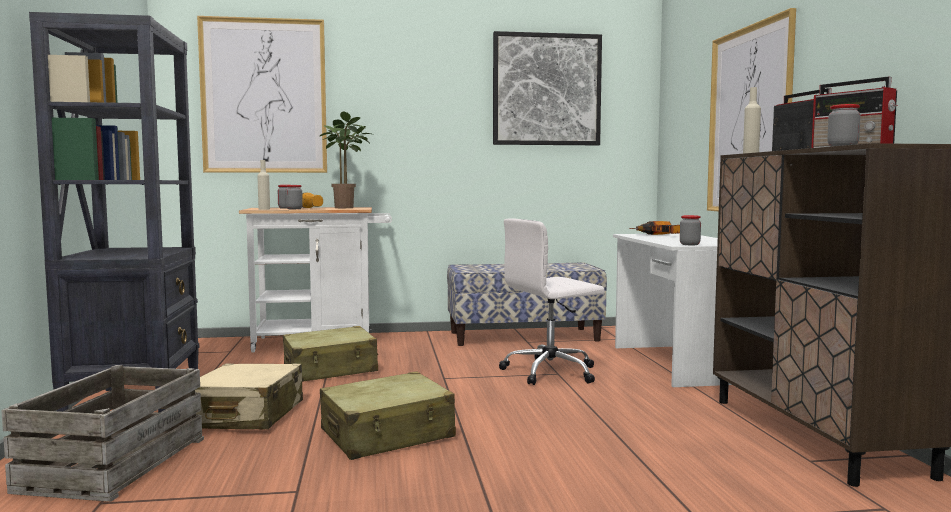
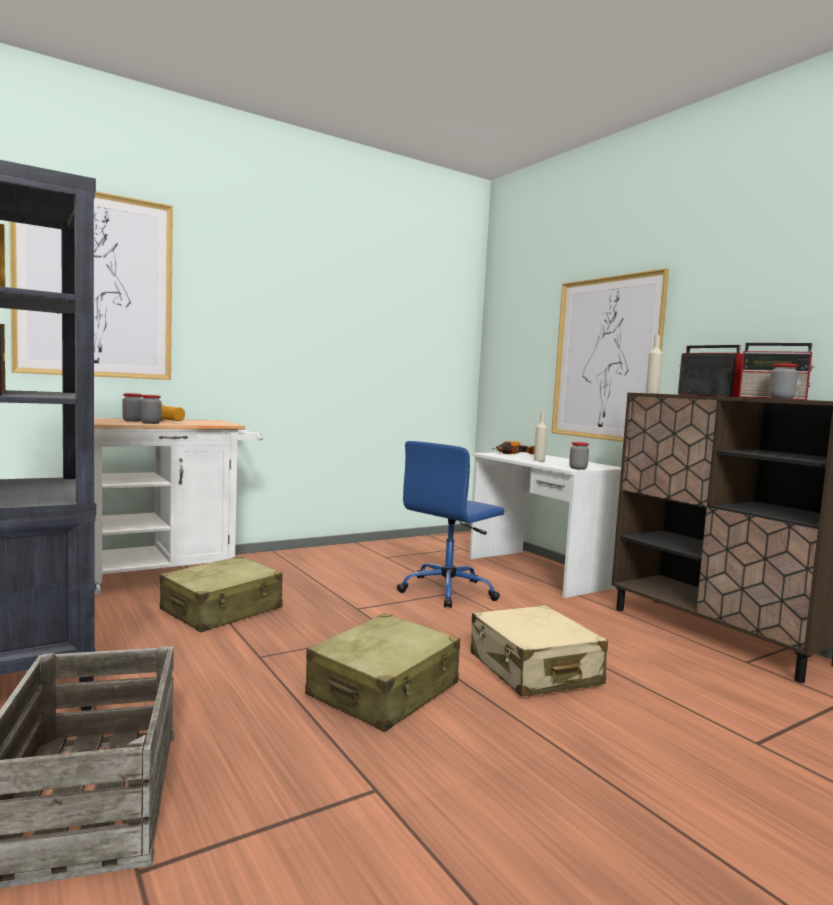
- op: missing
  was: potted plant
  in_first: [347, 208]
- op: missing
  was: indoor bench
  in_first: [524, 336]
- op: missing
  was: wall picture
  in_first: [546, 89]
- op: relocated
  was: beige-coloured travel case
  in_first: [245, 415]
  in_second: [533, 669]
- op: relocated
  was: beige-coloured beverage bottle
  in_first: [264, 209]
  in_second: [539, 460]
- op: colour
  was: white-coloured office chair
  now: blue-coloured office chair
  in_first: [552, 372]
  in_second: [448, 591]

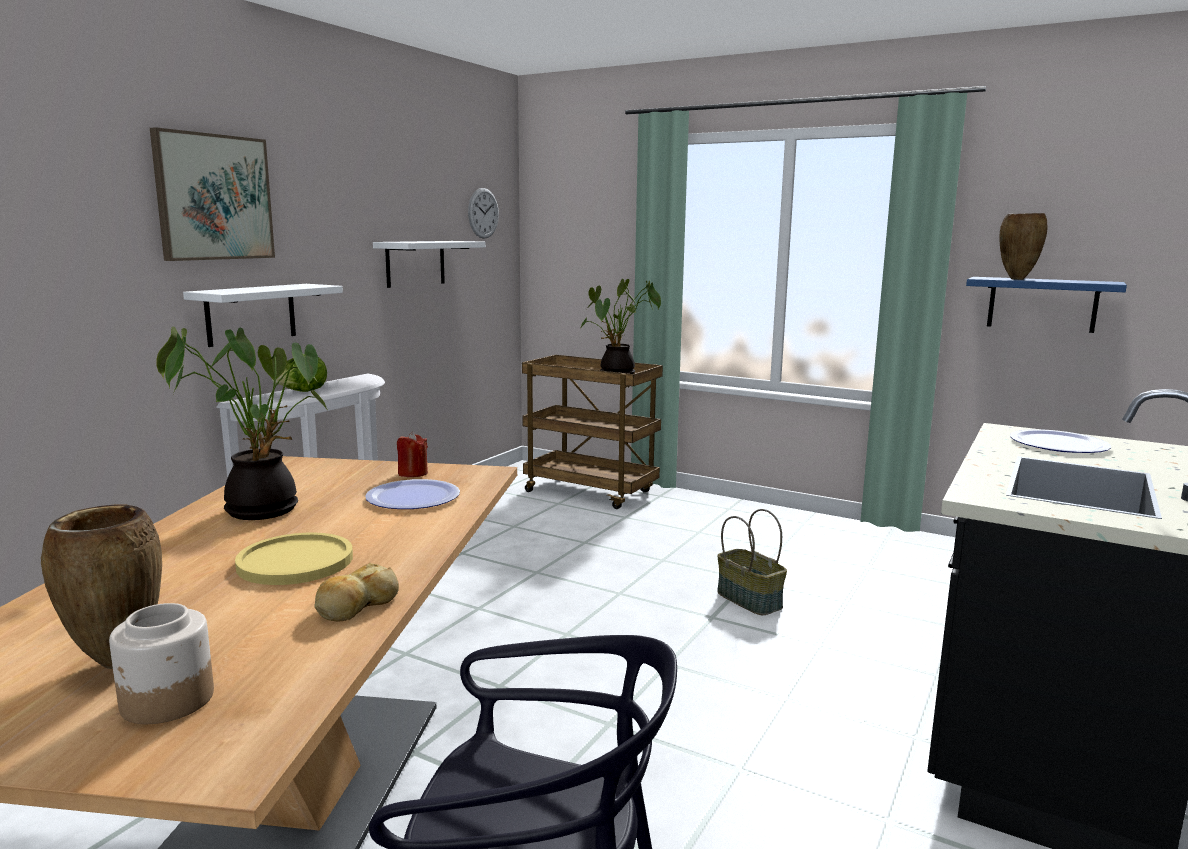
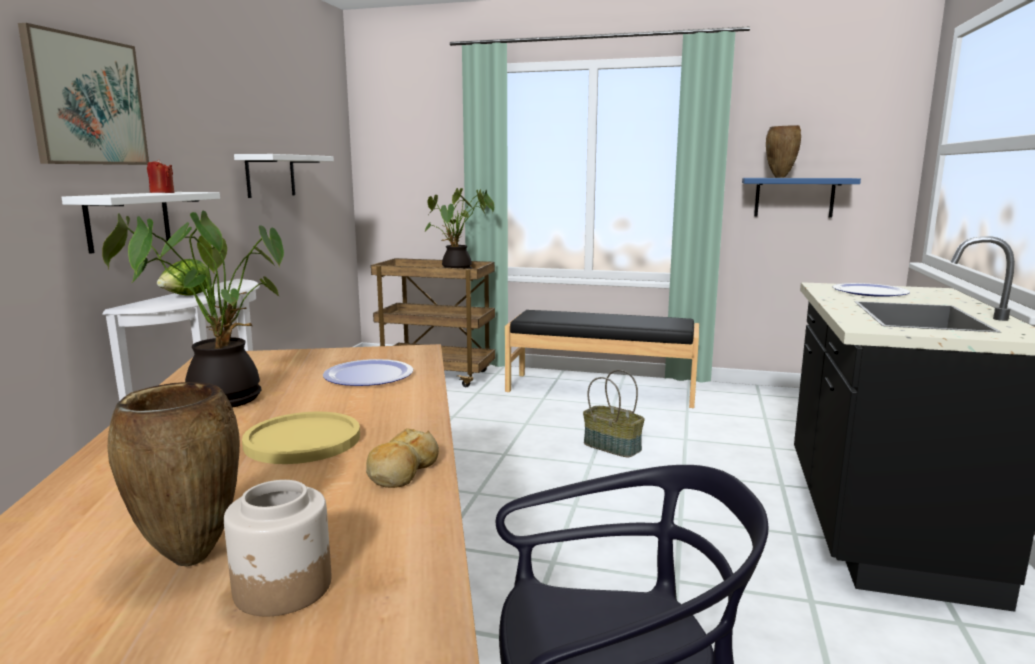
- op: missing
  was: hanging clock
  in_first: [483, 213]
- op: appeared
  now: black-coloured indoor bench
  in_second: [601, 389]
- op: relocated
  was: red wax light
  in_first: [413, 473]
  in_second: [162, 193]

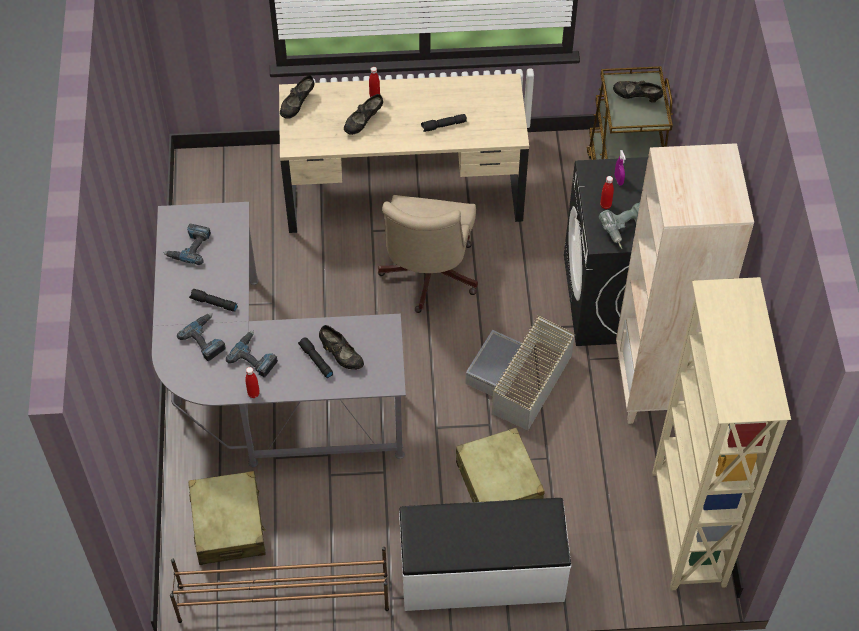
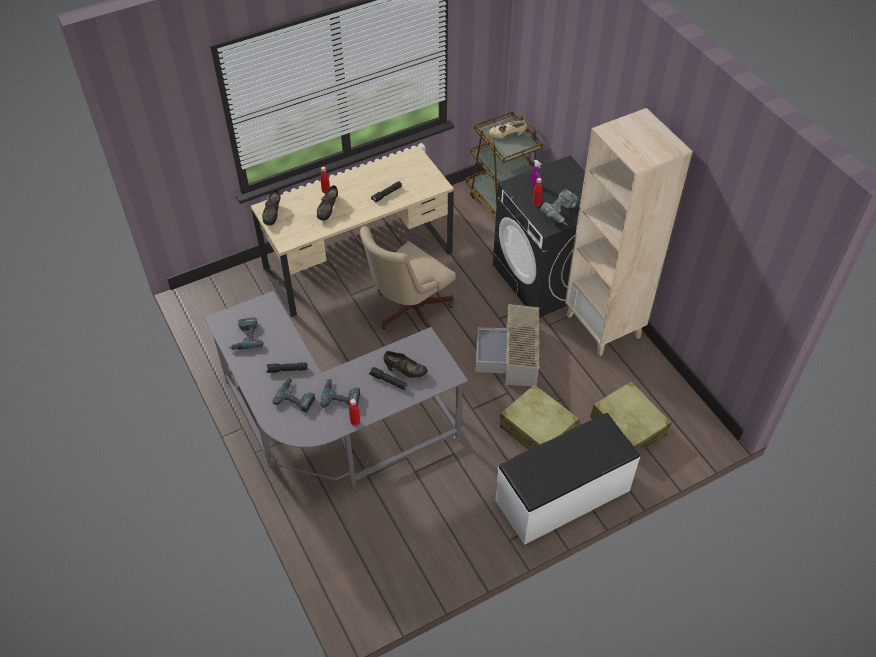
- op: missing
  was: brownish shoe rack
  in_first: [282, 597]
- op: missing
  was: beige-coloured bookshelf
  in_first: [687, 529]
- op: relocated
  was: beige-coloured travel case
  in_first: [228, 524]
  in_second: [628, 426]
- op: colour
  was: black-coloured shoe
  now: beige-coloured shoe
  in_first: [636, 97]
  in_second: [507, 135]
- op: spun
  was: beige-coloured office chair
  in_first: [427, 278]
  in_second: [408, 312]
  clockwise: 60

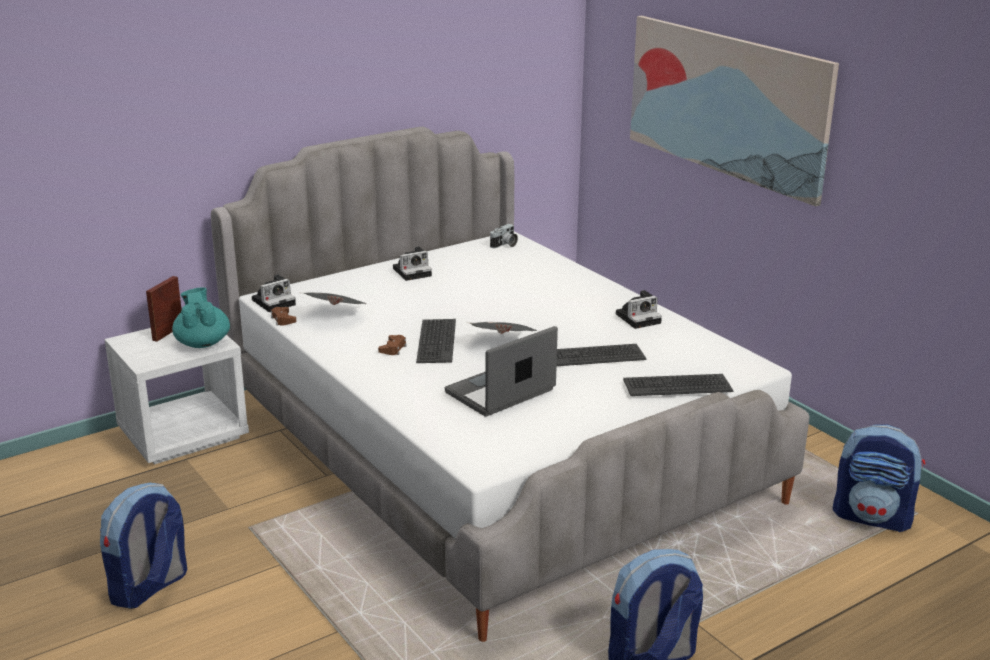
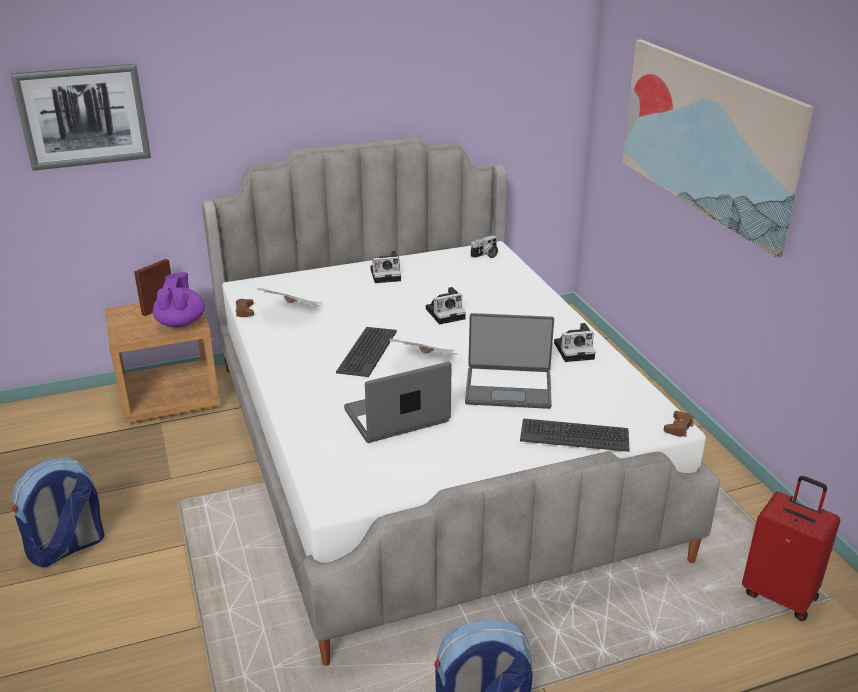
- op: appeared
  now: wall picture
  in_second: [83, 116]
- op: relocated
  was: photo camera
  in_first: [275, 302]
  in_second: [446, 313]
- op: relocated
  was: brownish joypad
  in_first: [393, 348]
  in_second: [678, 427]
- op: exchanged
  was: PC keyboard
  now: notebook computer
  in_first: [593, 356]
  in_second: [508, 388]
- op: exchanged
  was: backpack
  now: red travel case
  in_first: [873, 517]
  in_second: [780, 594]
- op: colour
  was: white-coloured bedside table
  now: brownish bedside table
  in_first: [183, 434]
  in_second: [170, 397]
- op: colour
  was: turquoise-coloured tea pot
  now: purplish tea pot
  in_first: [202, 343]
  in_second: [181, 322]

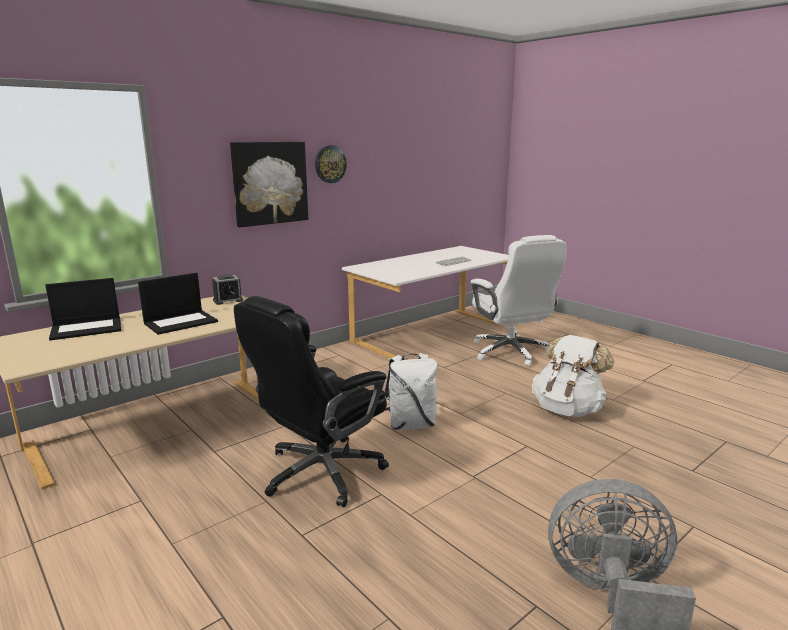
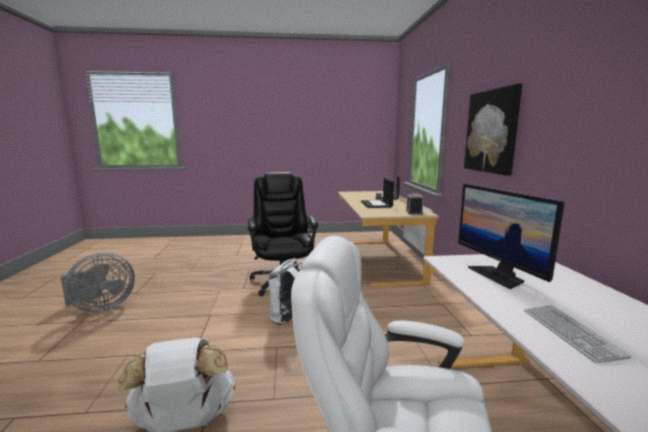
- op: missing
  was: hanging clock
  in_first: [330, 164]
- op: appeared
  now: computer screen
  in_second: [499, 276]

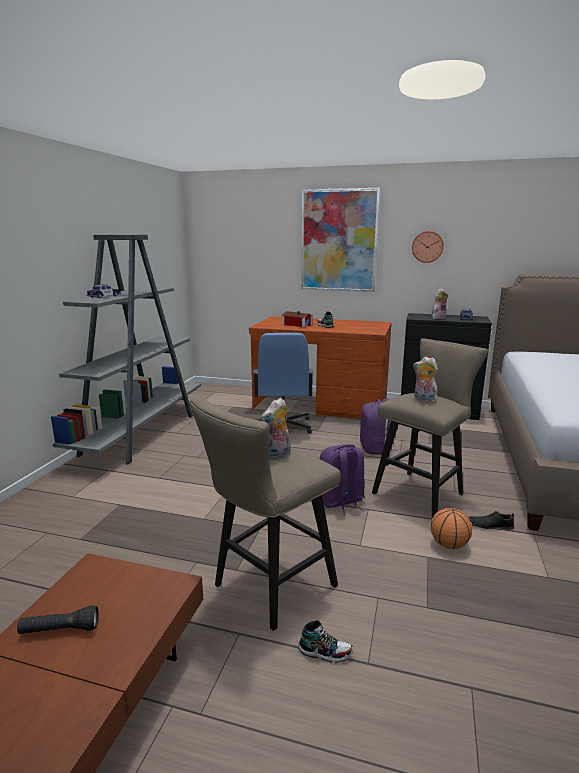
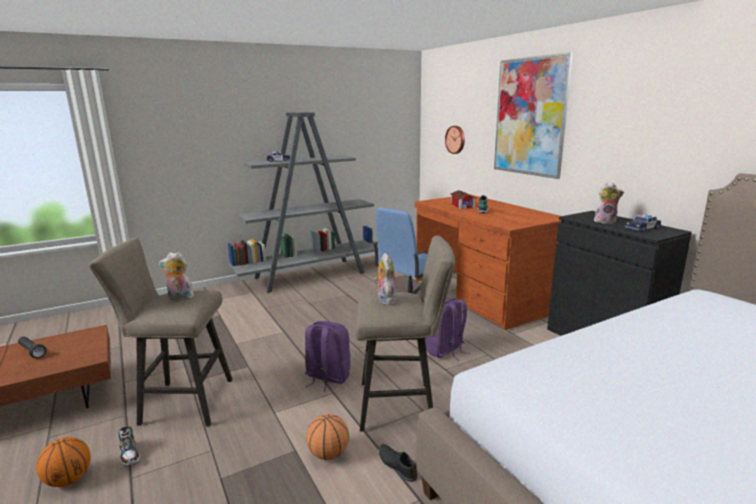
- op: appeared
  now: ball for basketball
  in_second: [68, 480]
- op: relocated
  was: hanging clock
  in_first: [427, 246]
  in_second: [455, 139]

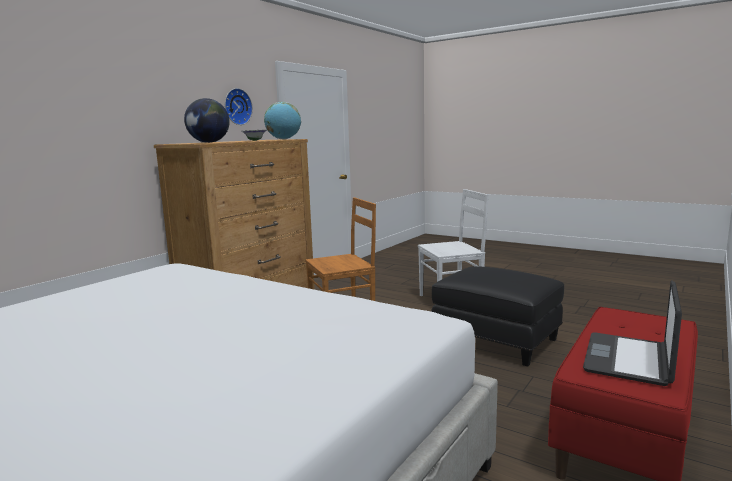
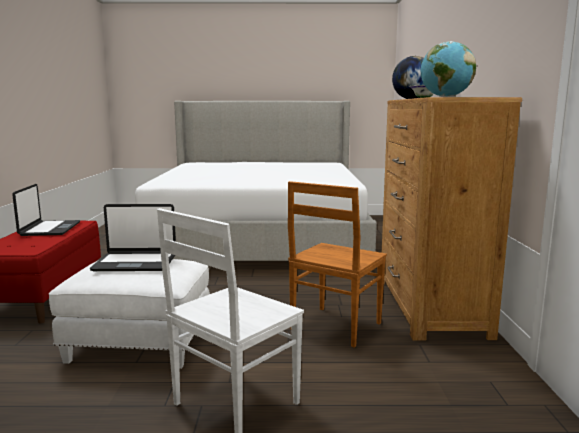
- op: missing
  was: hanging clock
  in_first: [236, 107]
- op: appeared
  now: notebook computer
  in_second: [135, 263]
- op: colour
  was: black-coloured footrest
  now: white-coloured footrest
  in_first: [494, 340]
  in_second: [141, 343]

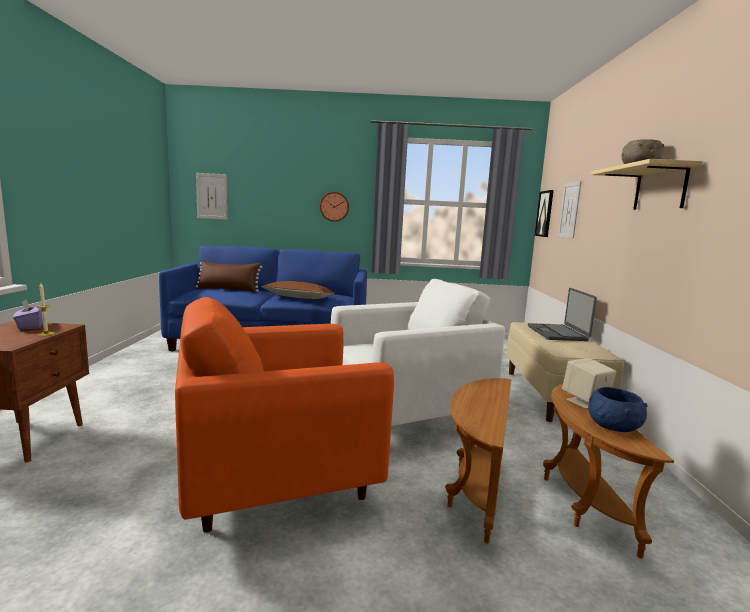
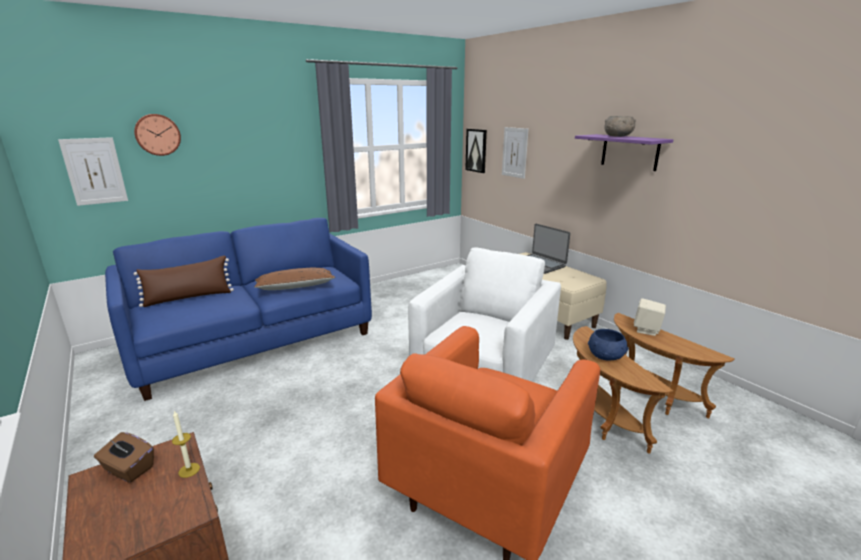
- op: relocated
  was: hanging clock
  in_first: [334, 206]
  in_second: [157, 134]
- op: relocated
  was: blue-coloured bowl
  in_first: [614, 427]
  in_second: [606, 356]
- op: colour
  was: purplish box of tissues
  now: brownish box of tissues
  in_first: [31, 326]
  in_second: [128, 469]
- op: colour
  was: beige-coloured shelf
  now: purplish shelf
  in_first: [660, 188]
  in_second: [629, 152]

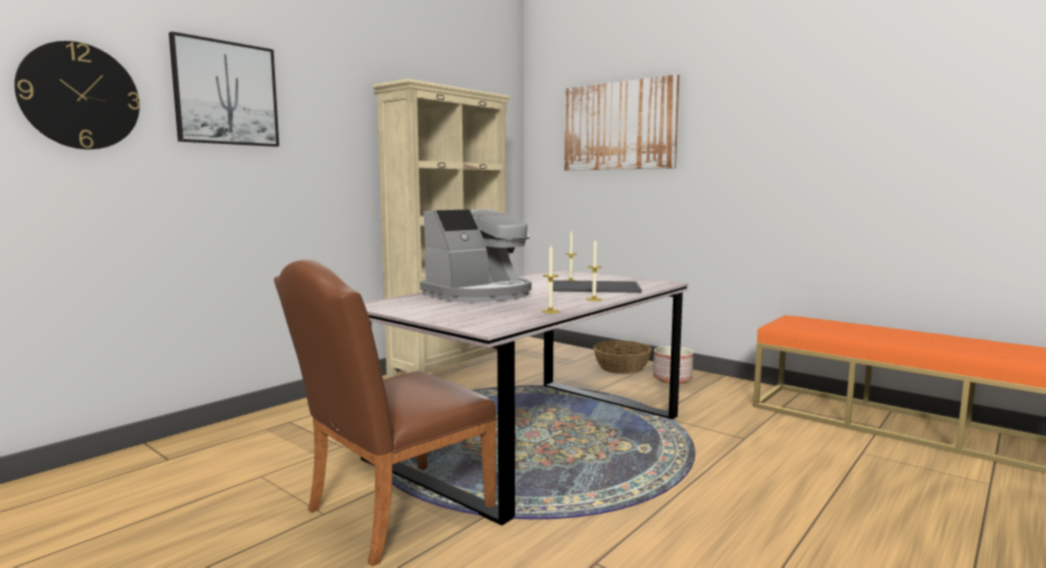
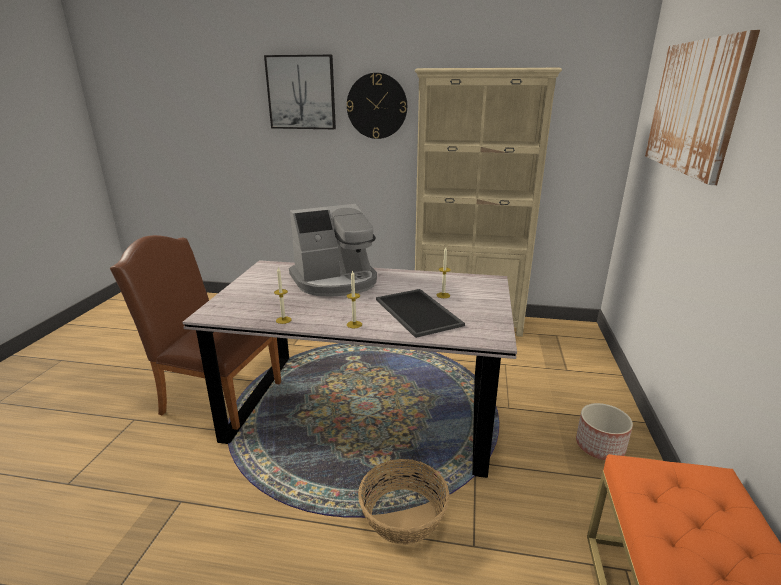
- op: relocated
  was: hanging clock
  in_first: [80, 96]
  in_second: [377, 106]
- op: relocated
  was: storage basket
  in_first: [622, 367]
  in_second: [403, 516]
- op: spun
  was: coffee maker
  in_first: [479, 294]
  in_second: [335, 281]
  clockwise: -45

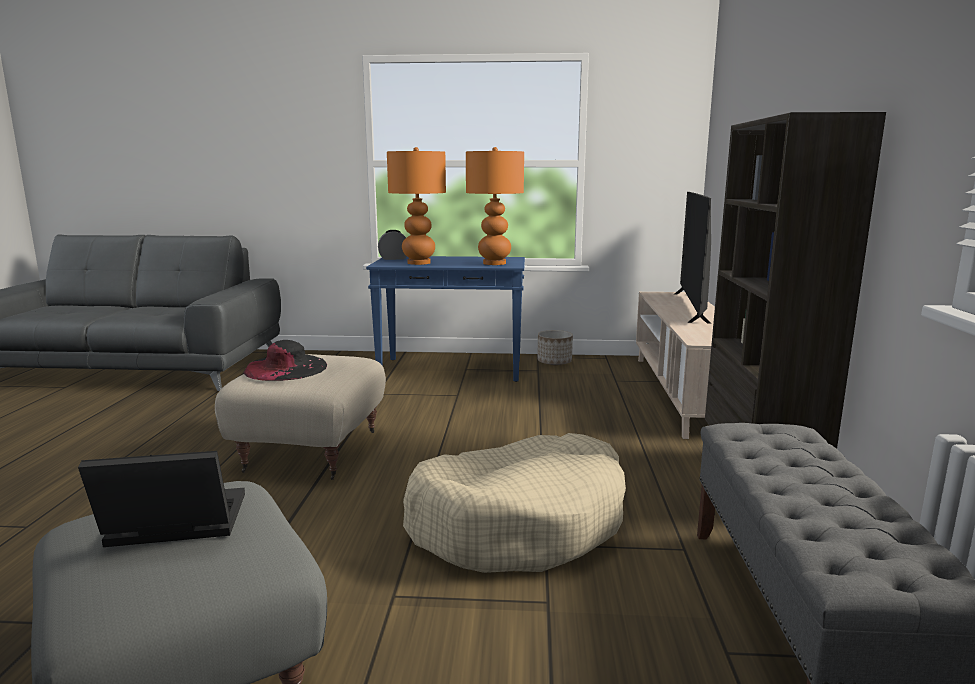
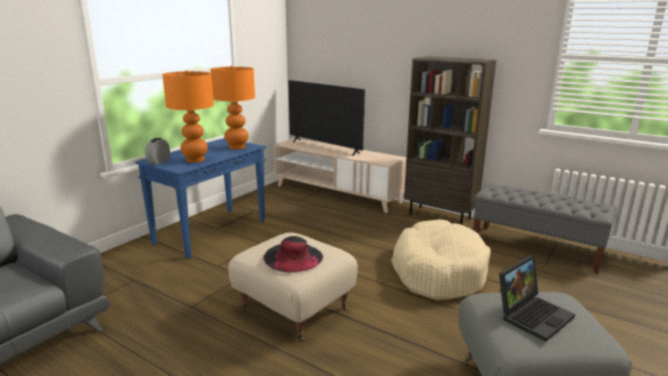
- op: missing
  was: planter
  in_first: [554, 362]
- op: spun
  was: notebook computer
  in_first: [171, 526]
  in_second: [532, 314]
  clockwise: -150

